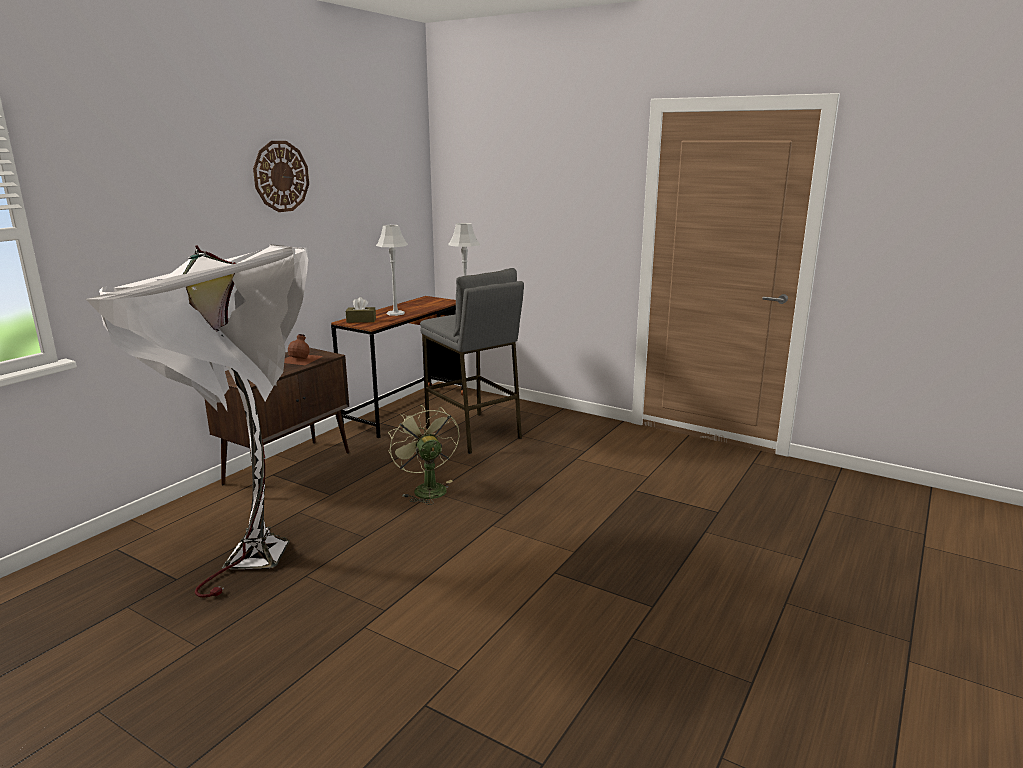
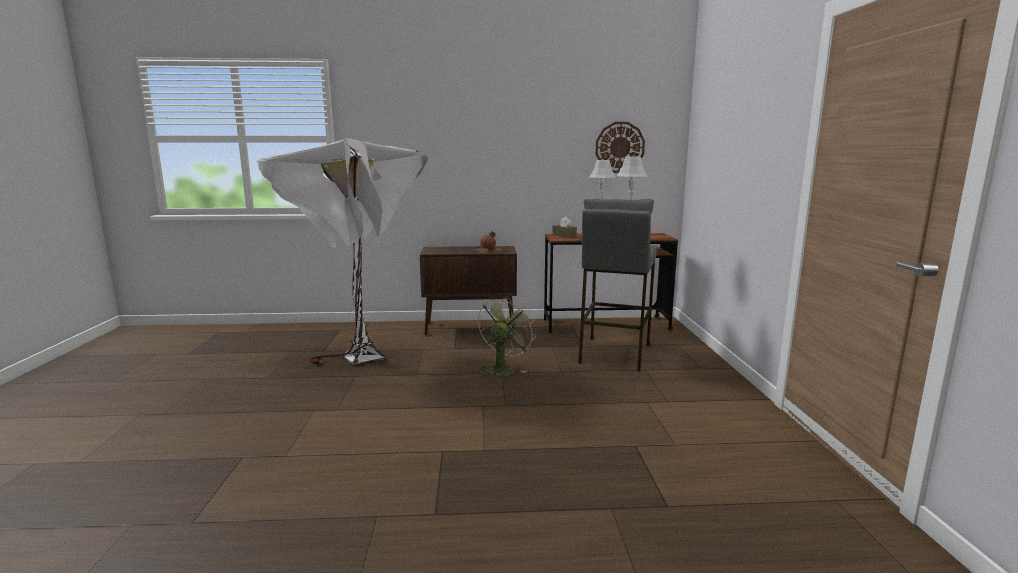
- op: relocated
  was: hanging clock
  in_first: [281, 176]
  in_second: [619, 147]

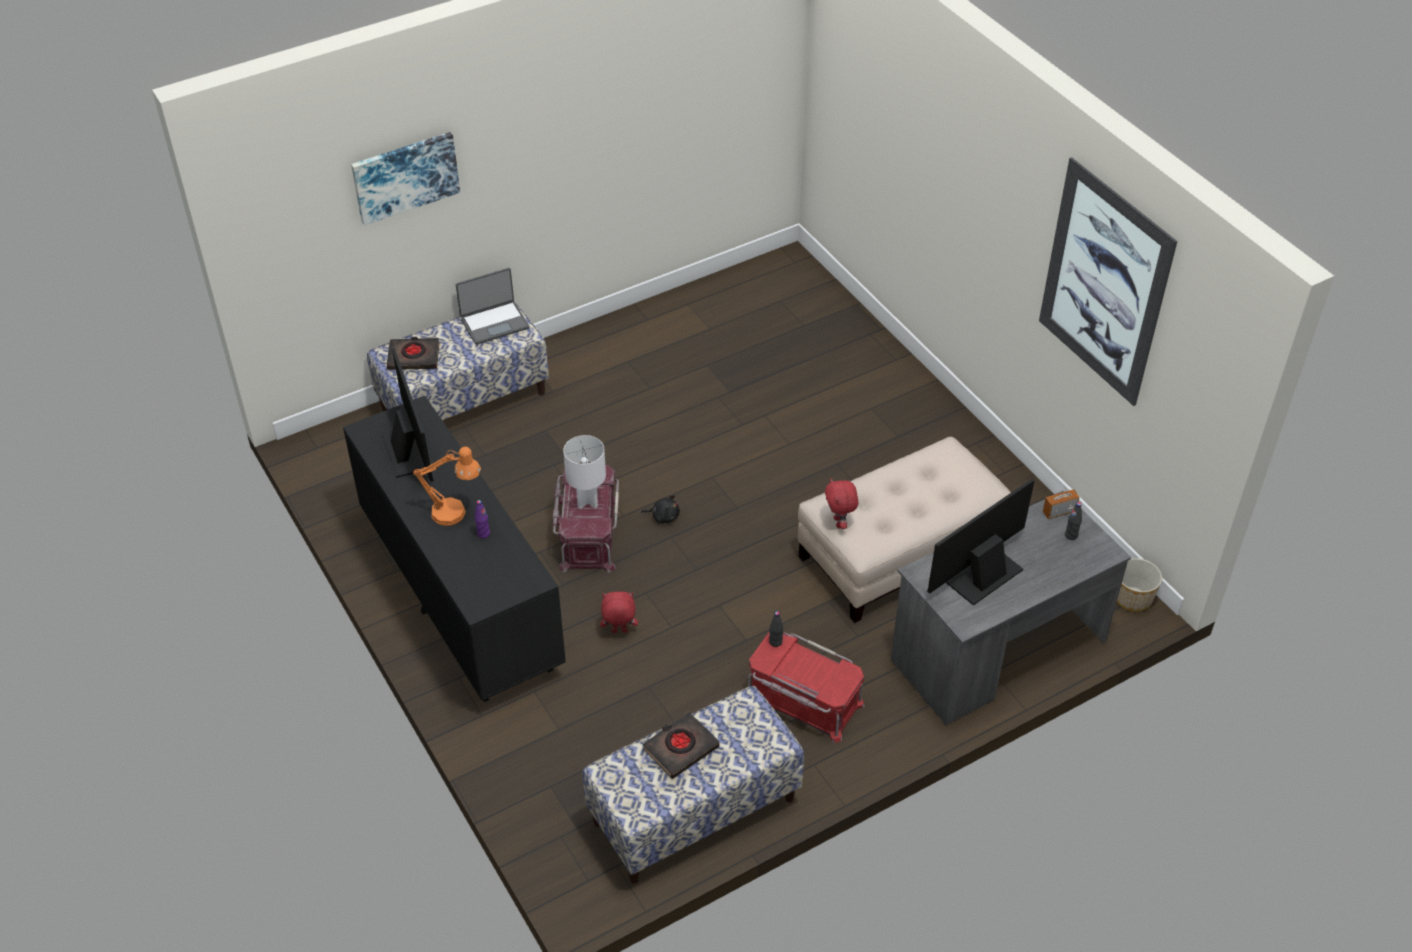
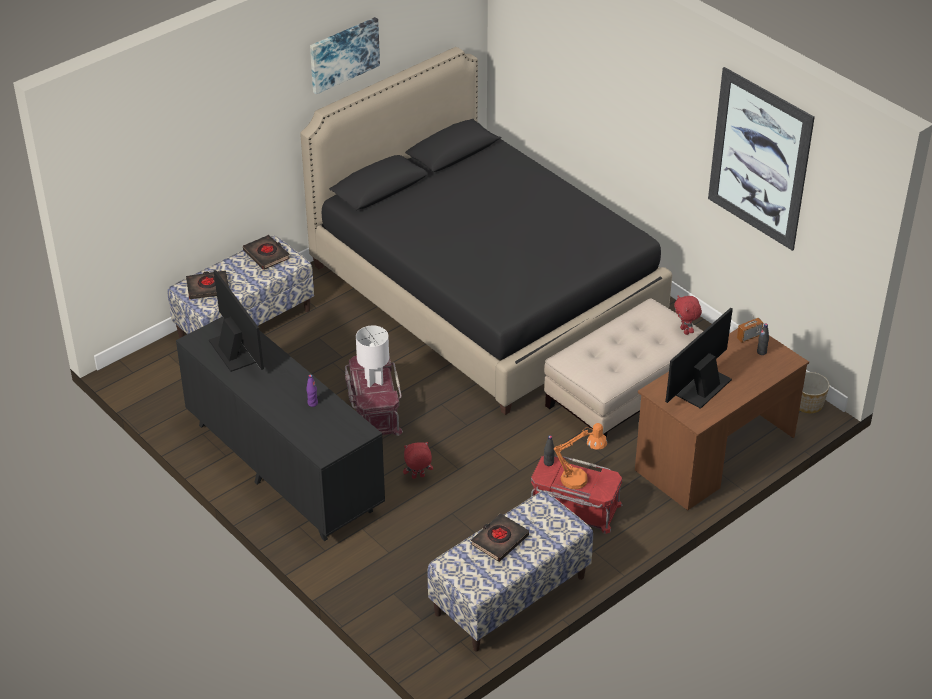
- op: missing
  was: black-coloured soft toy
  in_first: [663, 516]
- op: appeared
  now: black-coloured bedroom bed
  in_second: [485, 292]
- op: relocated
  was: wall picture
  in_first: [405, 176]
  in_second: [343, 54]
- op: relocated
  was: orange-coloured table lamp
  in_first: [456, 513]
  in_second: [580, 479]
- op: relocated
  was: red soft toy
  in_first: [839, 523]
  in_second: [685, 331]
- op: exchanged
  was: notebook computer
  now: black-coloured volume
  in_first: [494, 323]
  in_second: [266, 255]
- op: colour
  was: grey desk table
  now: brownish desk table
  in_first: [998, 651]
  in_second: [714, 454]

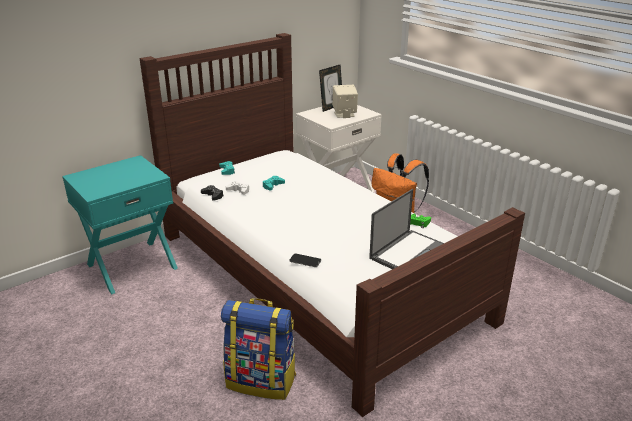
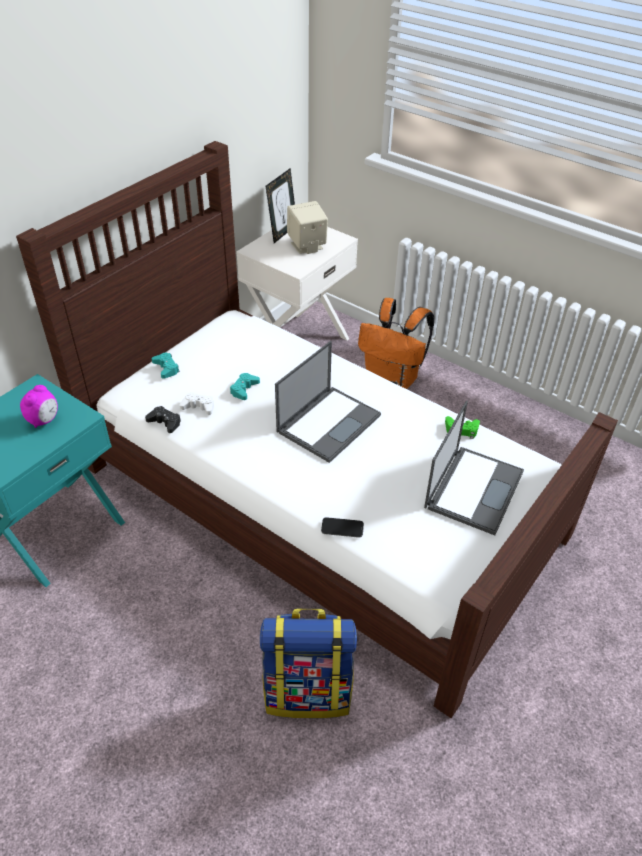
- op: appeared
  now: bedside clock
  in_second: [44, 420]
- op: appeared
  now: notebook computer
  in_second: [329, 422]

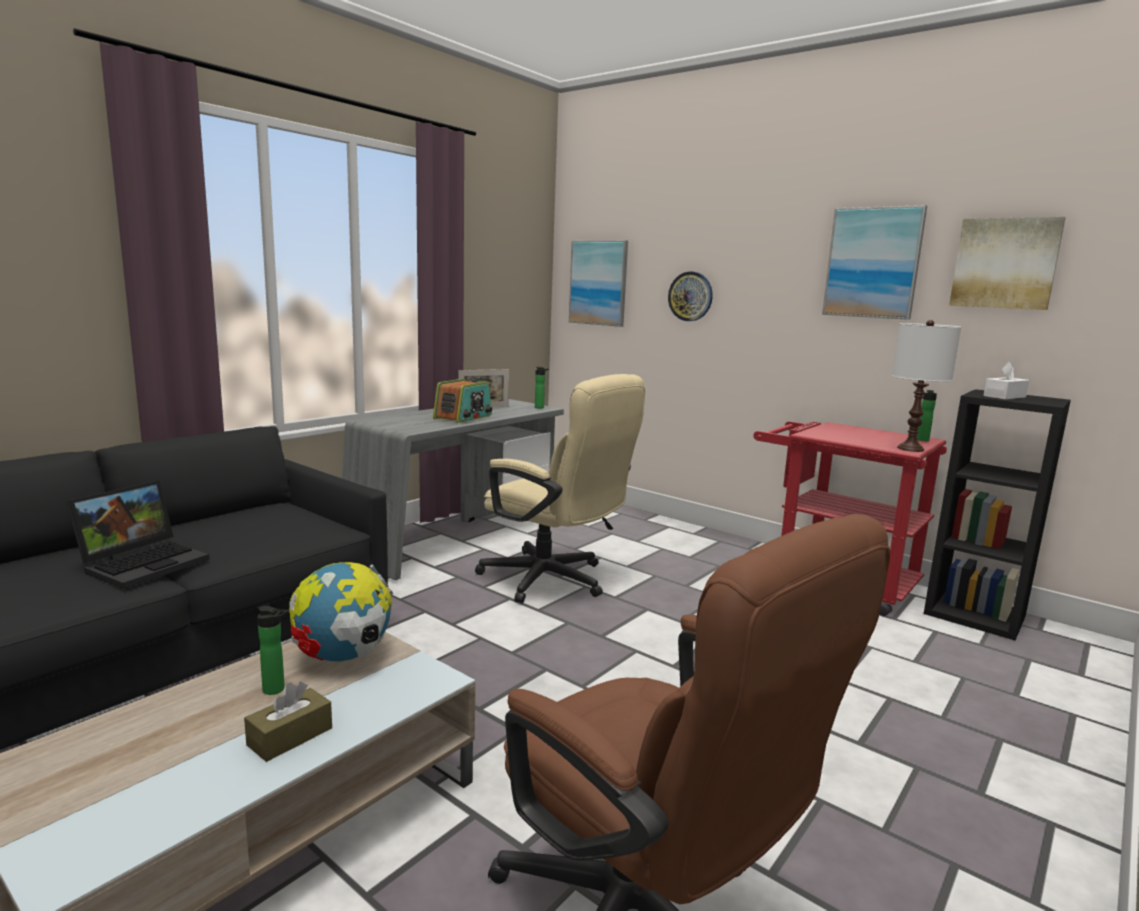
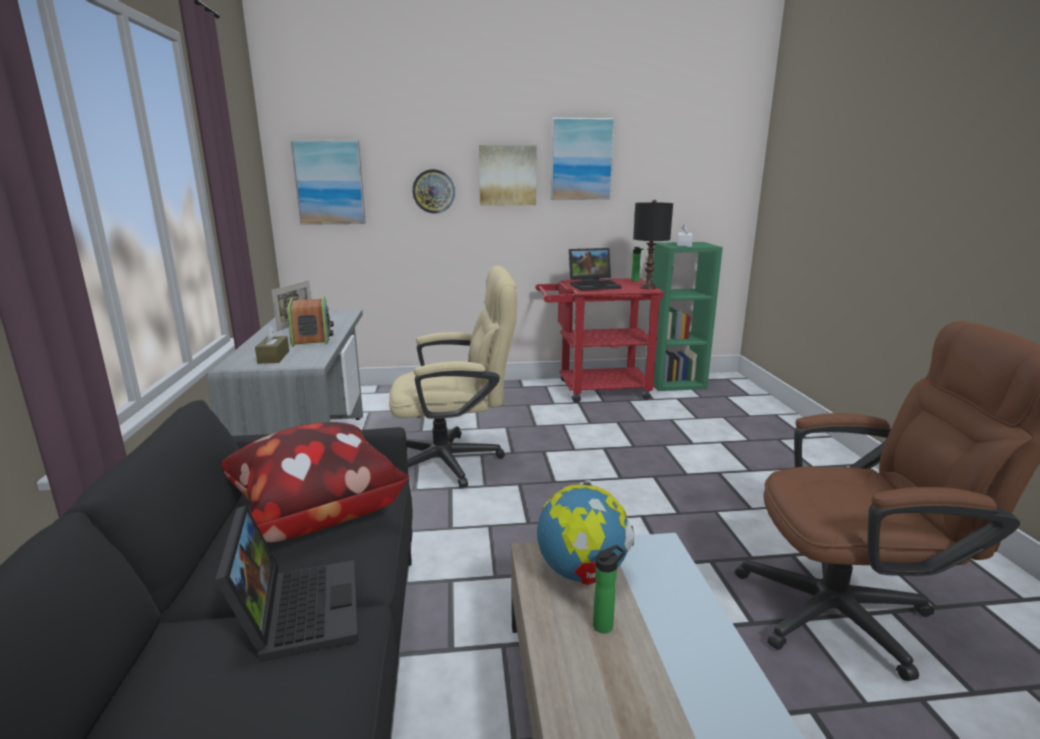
- op: missing
  was: beverage bottle
  in_first: [540, 407]
- op: appeared
  now: pillow
  in_second: [315, 512]
- op: appeared
  now: notebook computer
  in_second: [594, 285]
- op: relocated
  was: brownish box of tissues
  in_first: [290, 736]
  in_second: [273, 357]
- op: relocated
  was: wall picture
  in_first: [1005, 263]
  in_second: [507, 175]
- op: colour
  was: white-coloured table lamp
  now: black-coloured table lamp
  in_first: [910, 449]
  in_second: [648, 287]
- op: colour
  was: black-coloured bookshelf
  now: green bookshelf
  in_first: [975, 615]
  in_second: [675, 382]

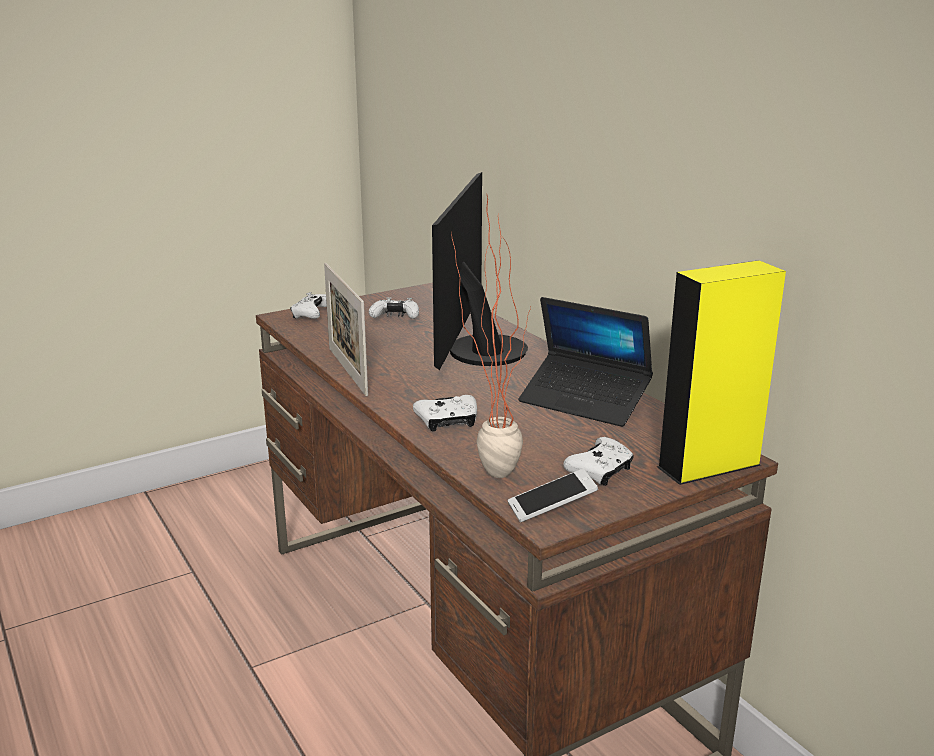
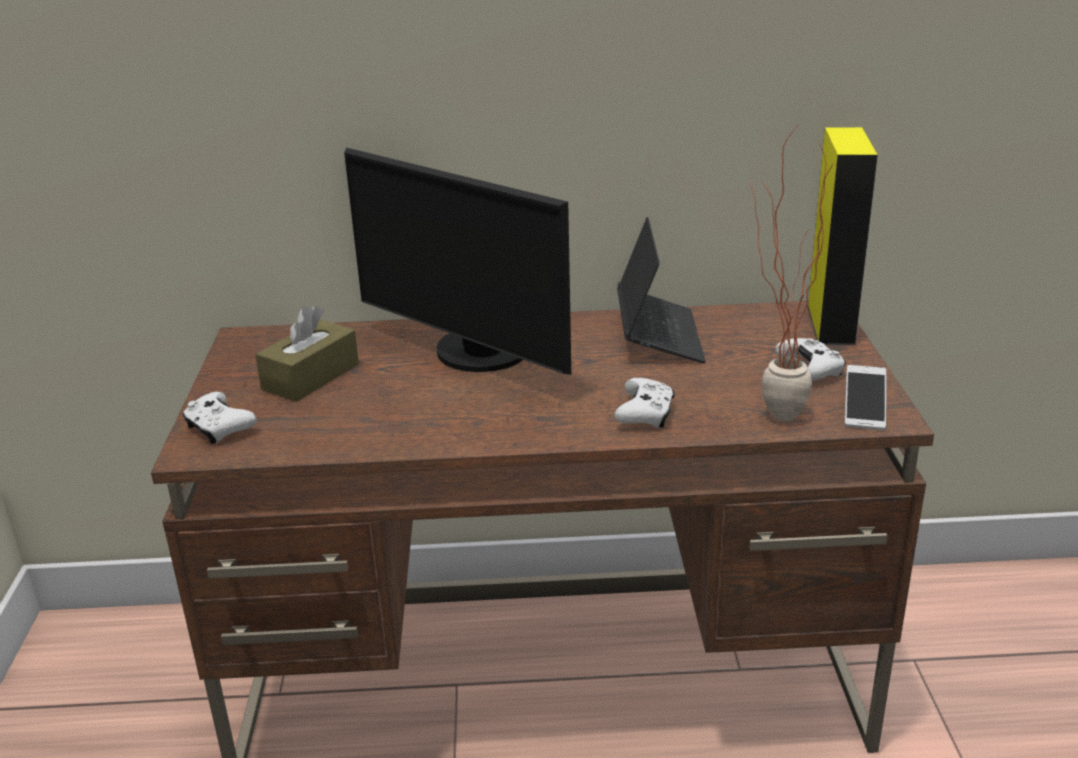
- op: missing
  was: standing frame
  in_first: [347, 371]
- op: exchanged
  was: white-coloured joypad
  now: brownish box of tissues
  in_first: [395, 318]
  in_second: [311, 377]
- op: spun
  was: notebook computer
  in_first: [584, 401]
  in_second: [658, 336]
  clockwise: -60

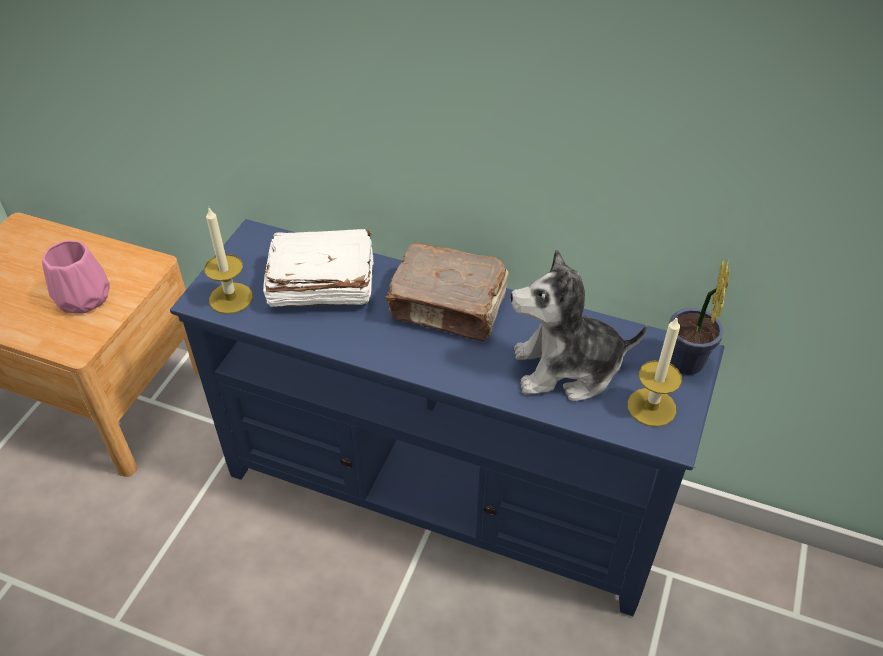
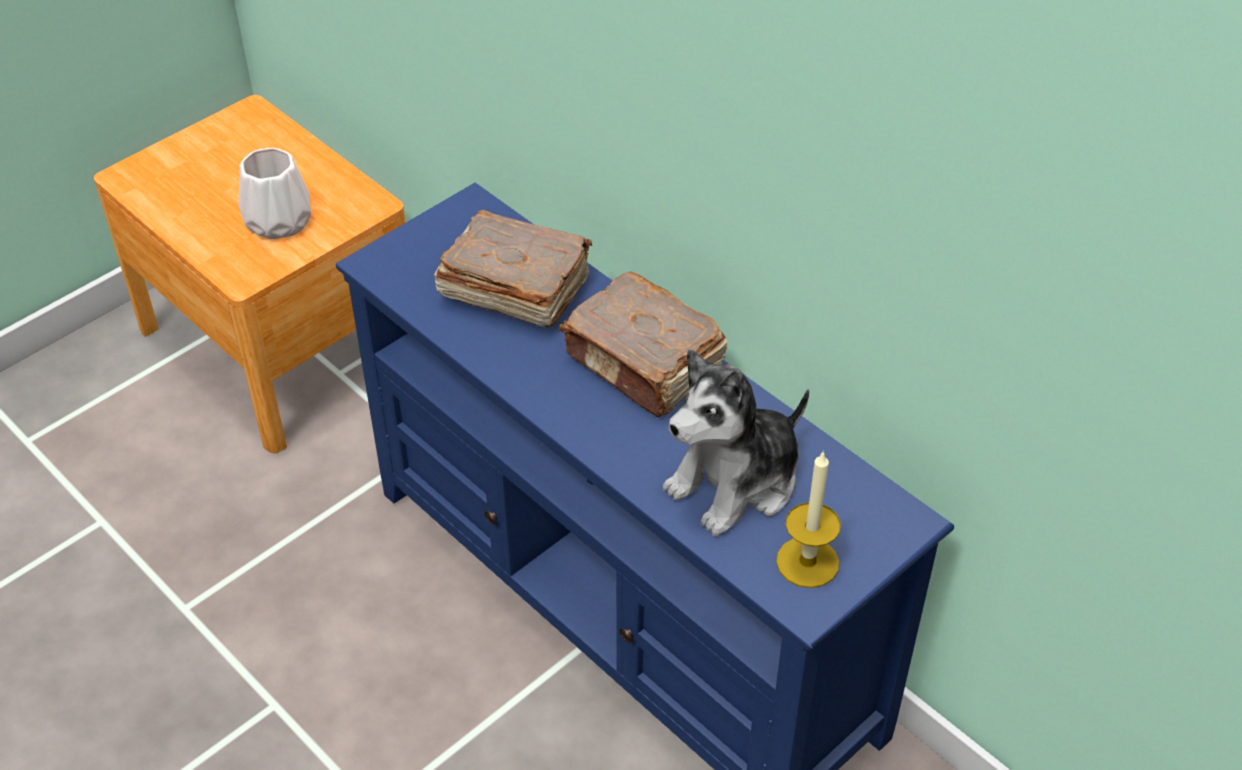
- op: missing
  was: wax light
  in_first: [231, 298]
- op: missing
  was: potted plant
  in_first: [685, 366]
- op: colour
  was: pinkish vase
  now: white-coloured vase
  in_first: [85, 298]
  in_second: [280, 221]
- op: colour
  was: white-coloured volume
  now: brownish volume
  in_first: [320, 284]
  in_second: [513, 288]
- op: spun
  was: soft toy
  in_first: [566, 369]
  in_second: [736, 482]
  clockwise: -60

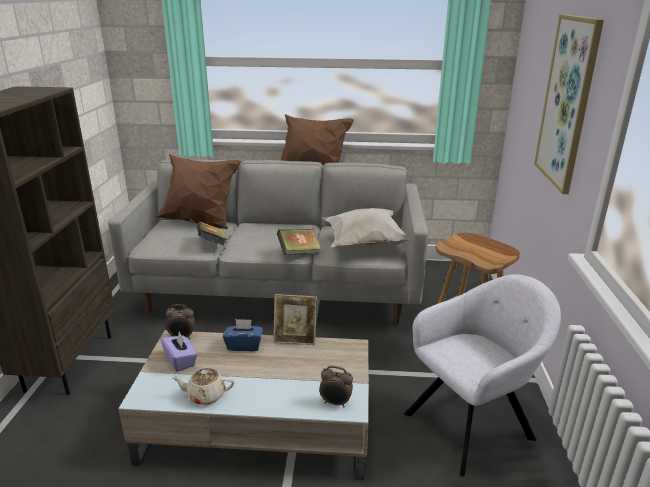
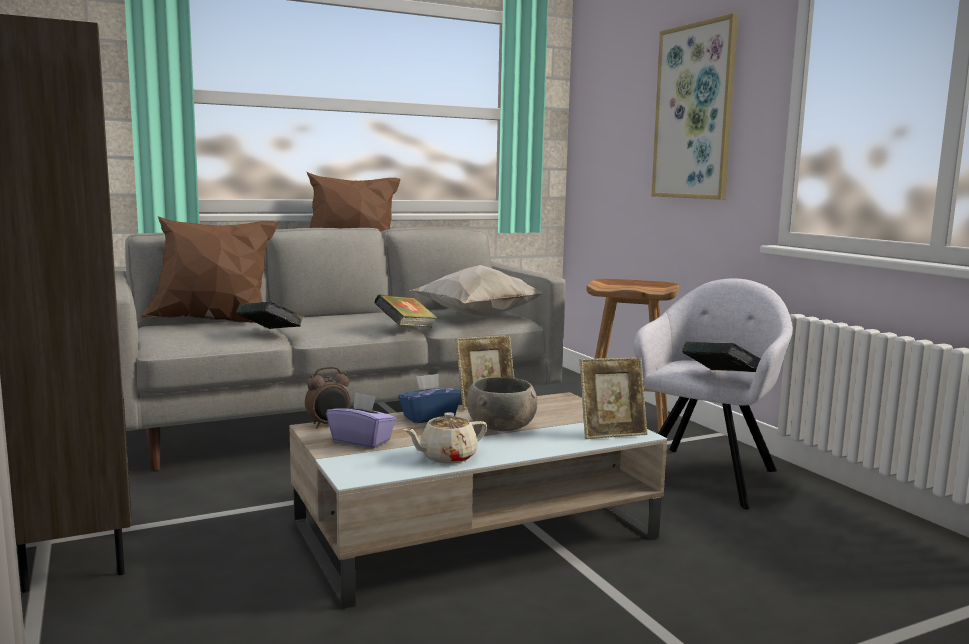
- op: appeared
  now: grey bowl
  in_second: [501, 426]
- op: appeared
  now: volume
  in_second: [720, 378]
- op: exchanged
  was: bedside clock
  now: standing frame
  in_first: [335, 403]
  in_second: [611, 433]

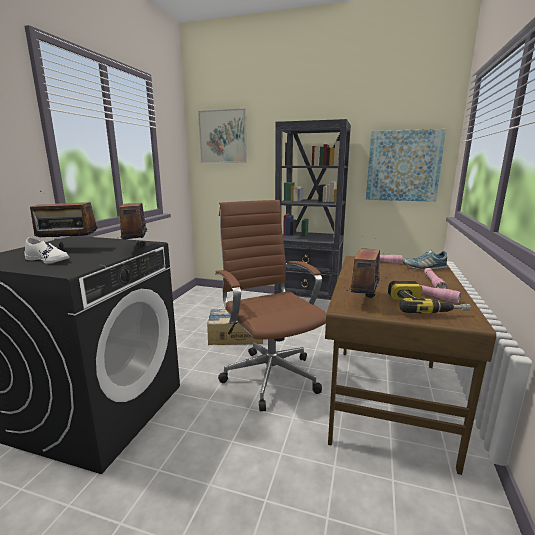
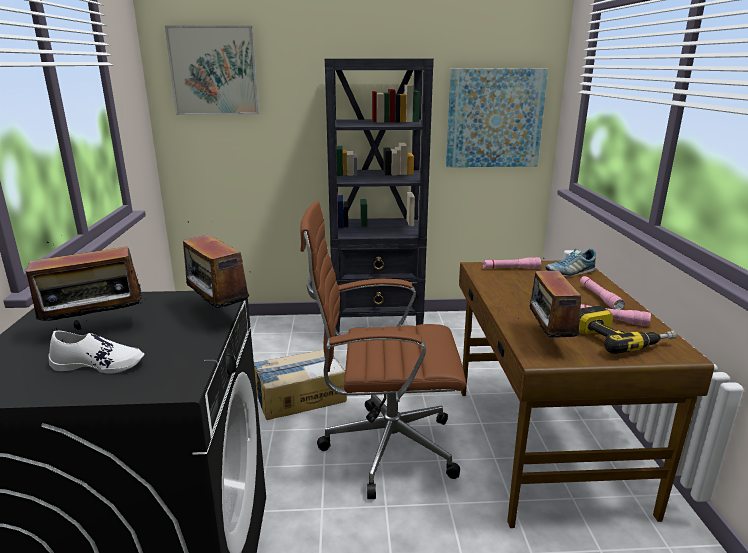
- op: spun
  was: brownish office chair
  in_first: [269, 374]
  in_second: [383, 448]
  clockwise: -45

